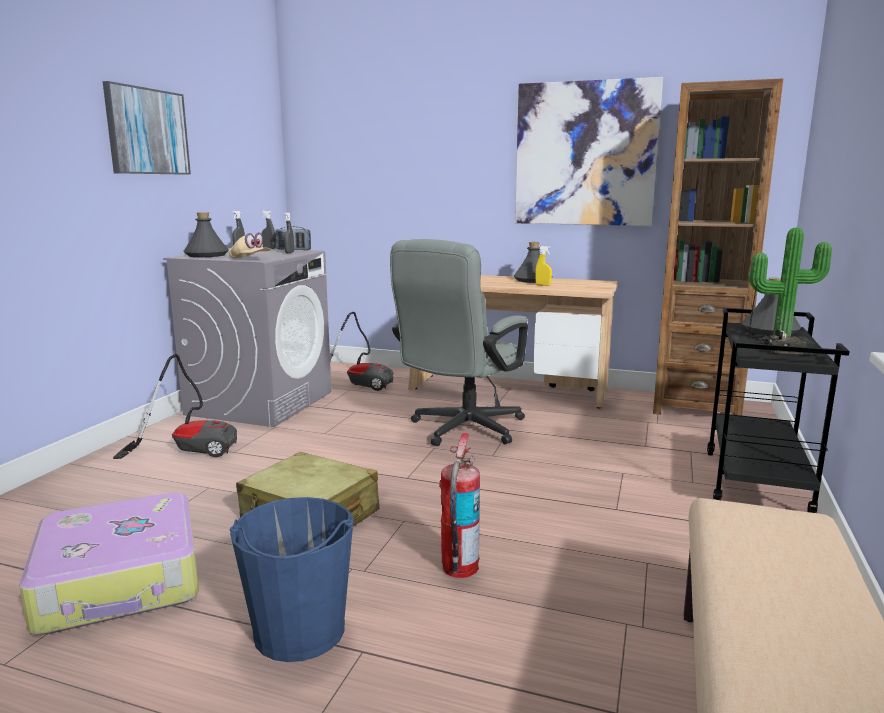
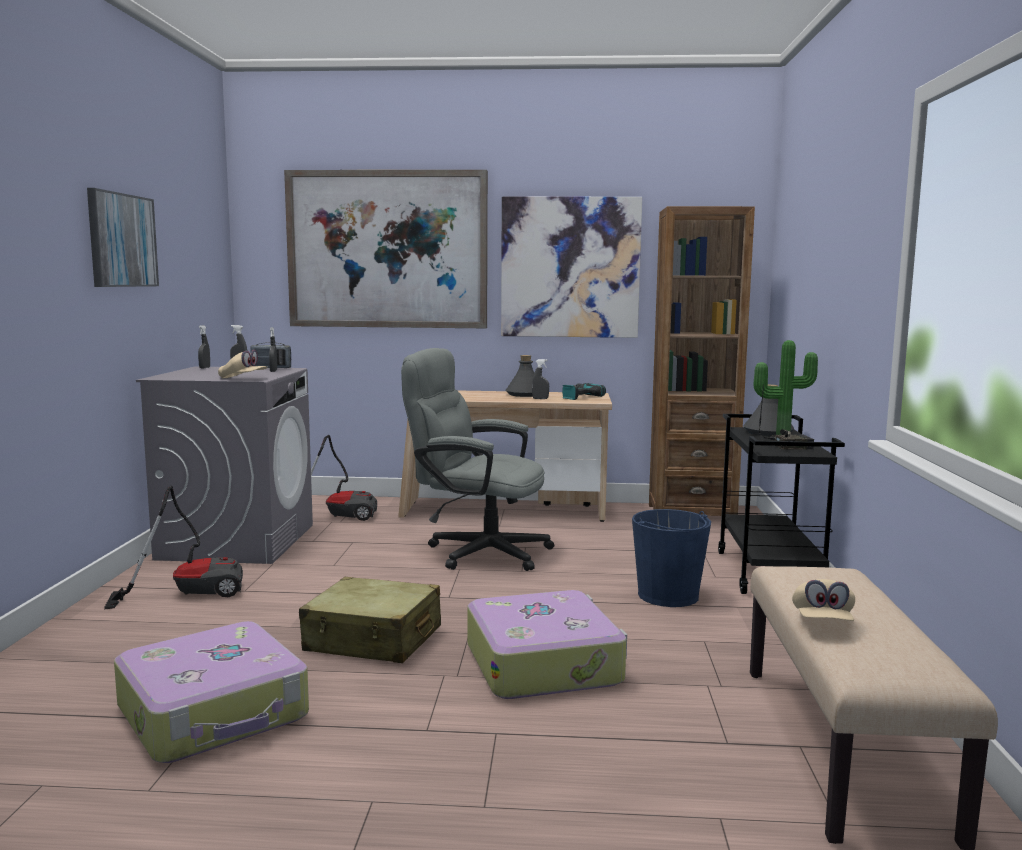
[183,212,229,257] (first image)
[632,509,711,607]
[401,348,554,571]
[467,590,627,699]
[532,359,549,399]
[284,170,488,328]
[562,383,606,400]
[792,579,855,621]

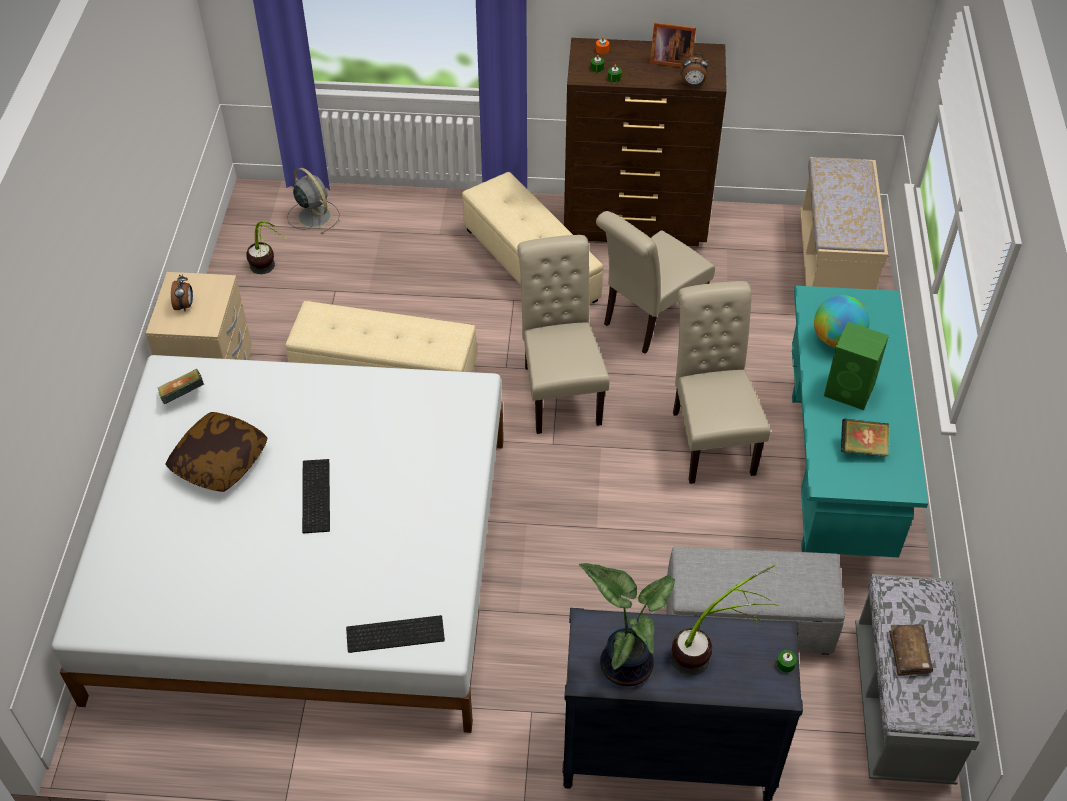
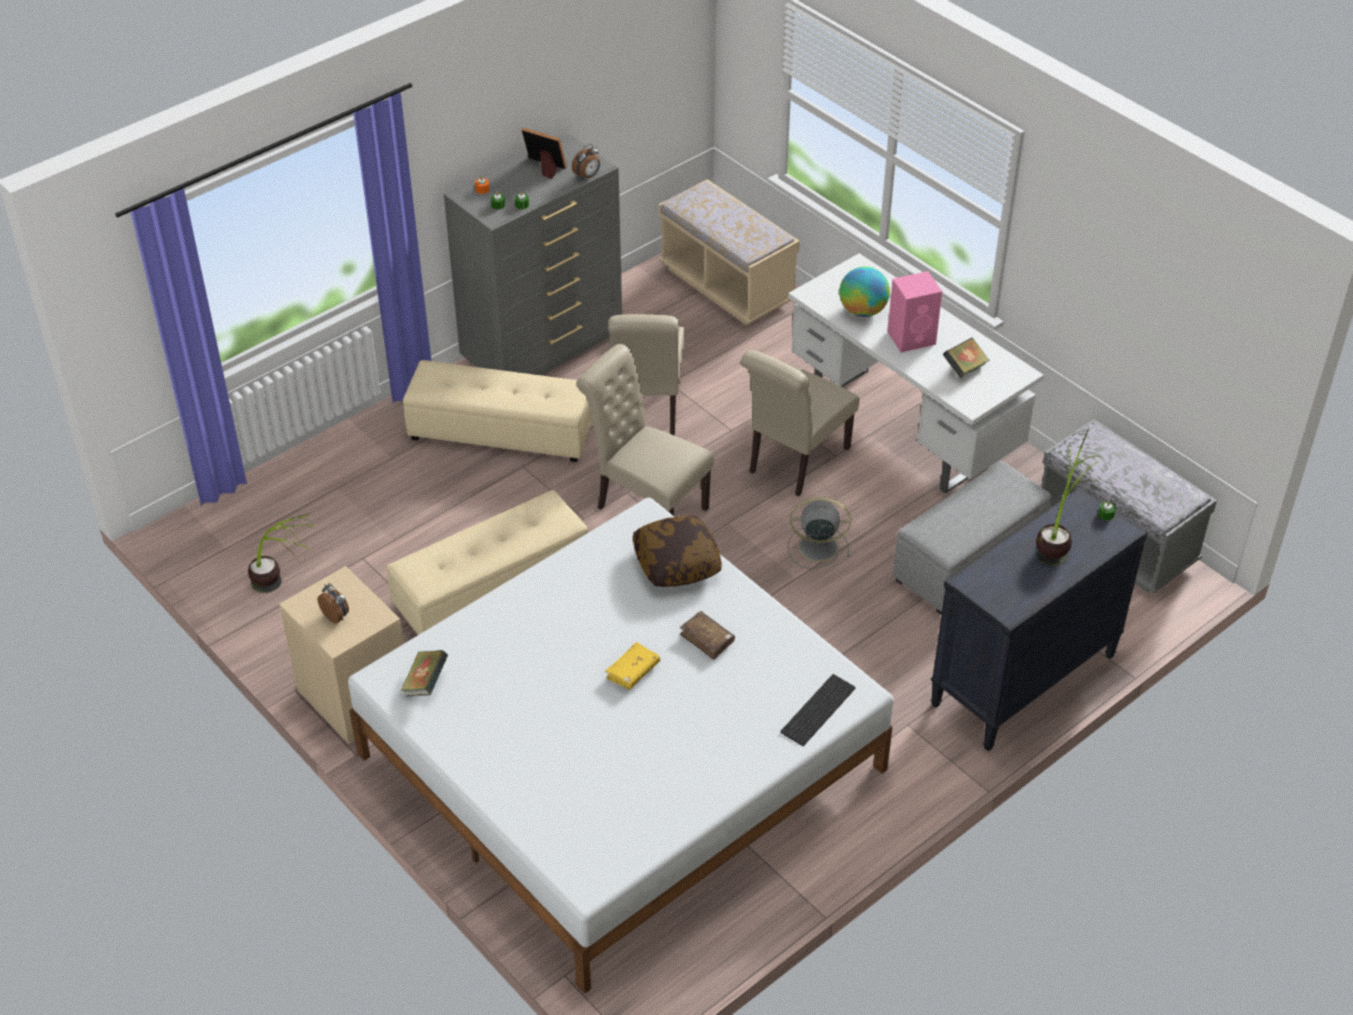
[633,516,722,587]
[788,497,851,569]
[605,642,660,690]
[444,134,622,375]
[579,563,675,686] (first image)
[522,128,567,179]
[741,350,860,497]
[788,253,1044,494]
[887,271,942,353]
[680,611,735,660]

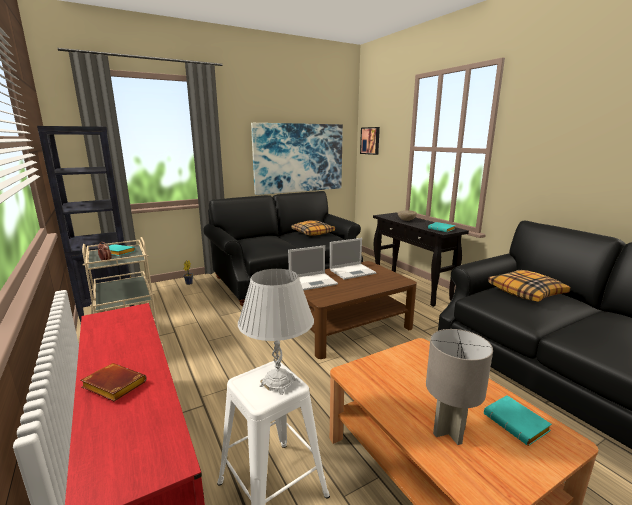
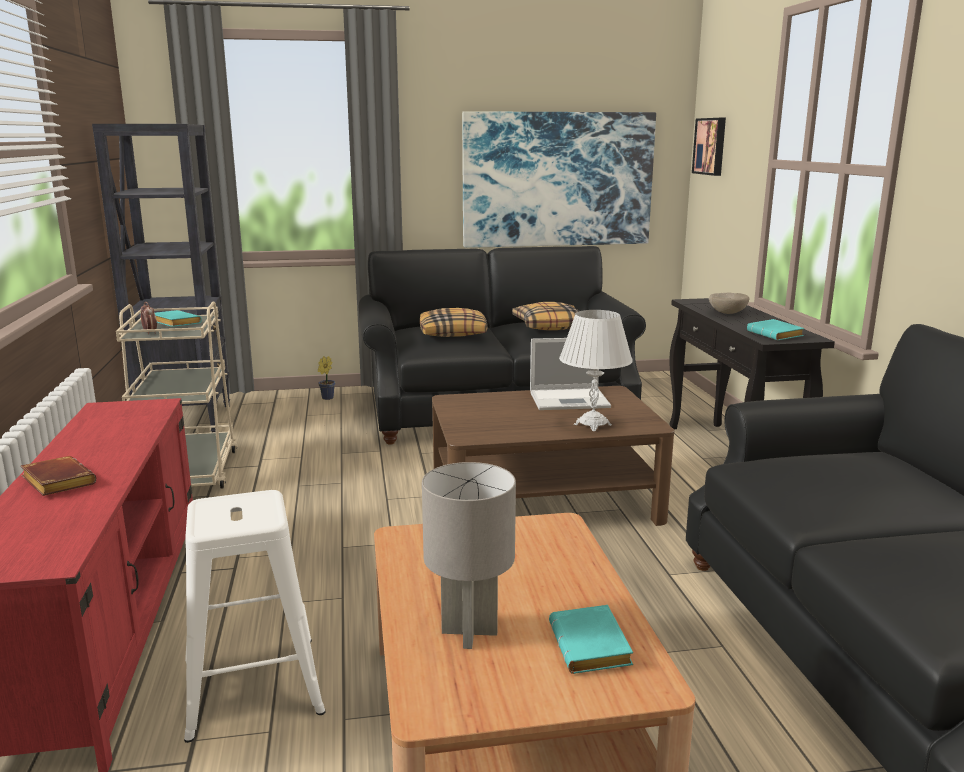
[559,310,633,431]
[288,245,338,291] (first image)
[420,308,487,337]

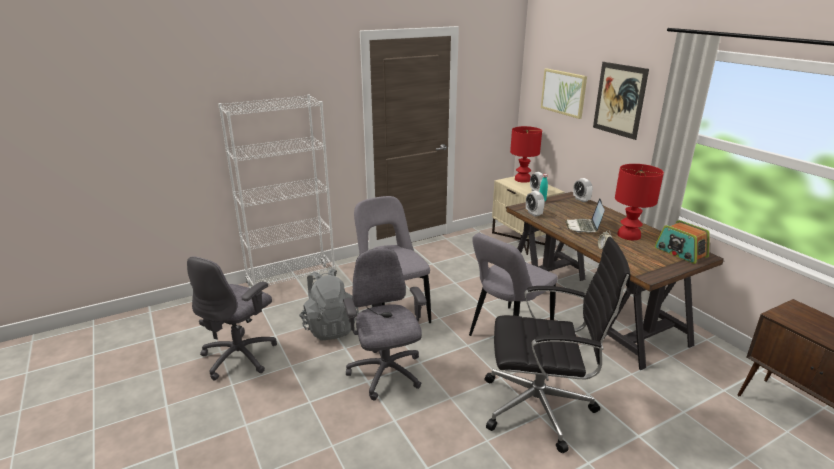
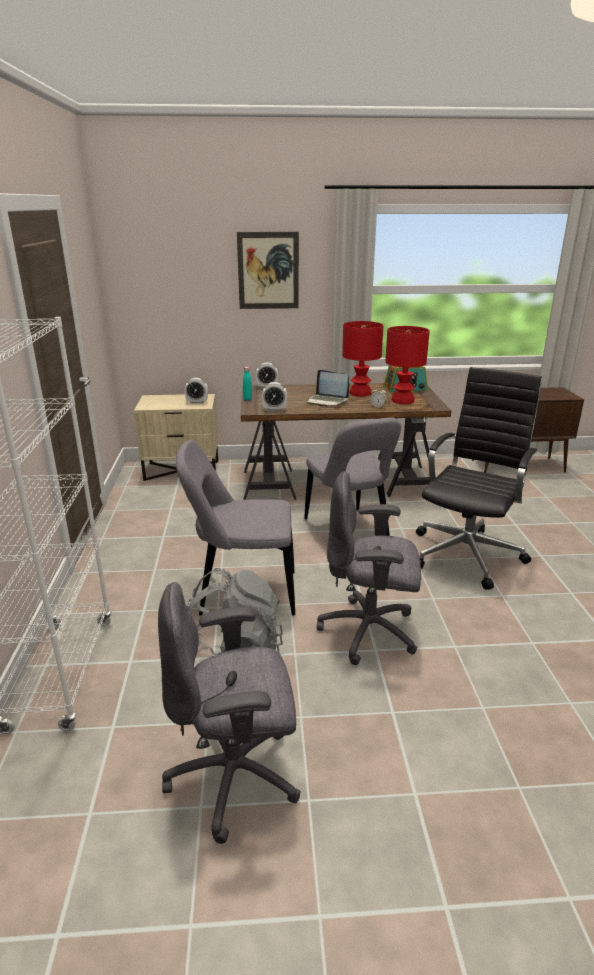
[158,582,301,844]
[385,326,430,404]
[541,68,587,119] (first image)

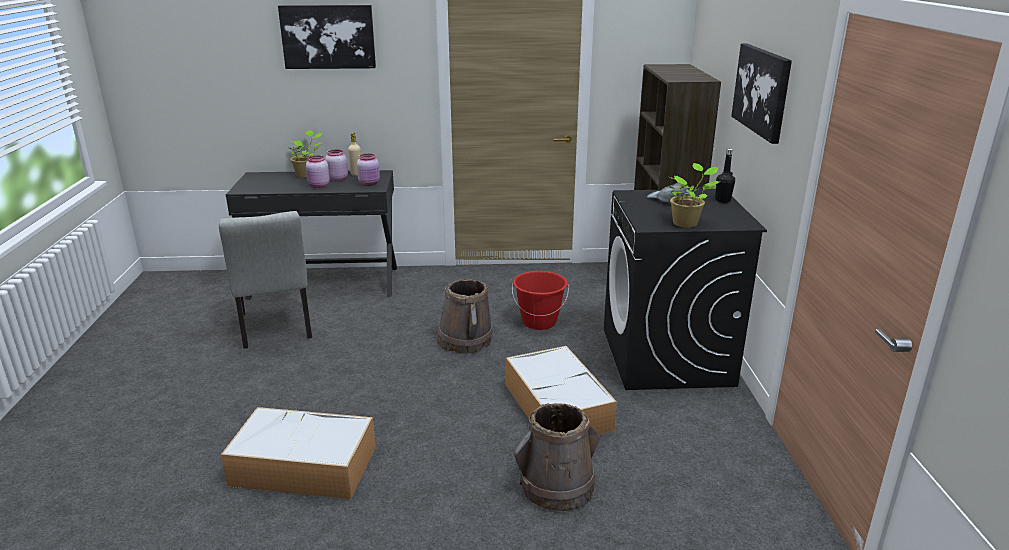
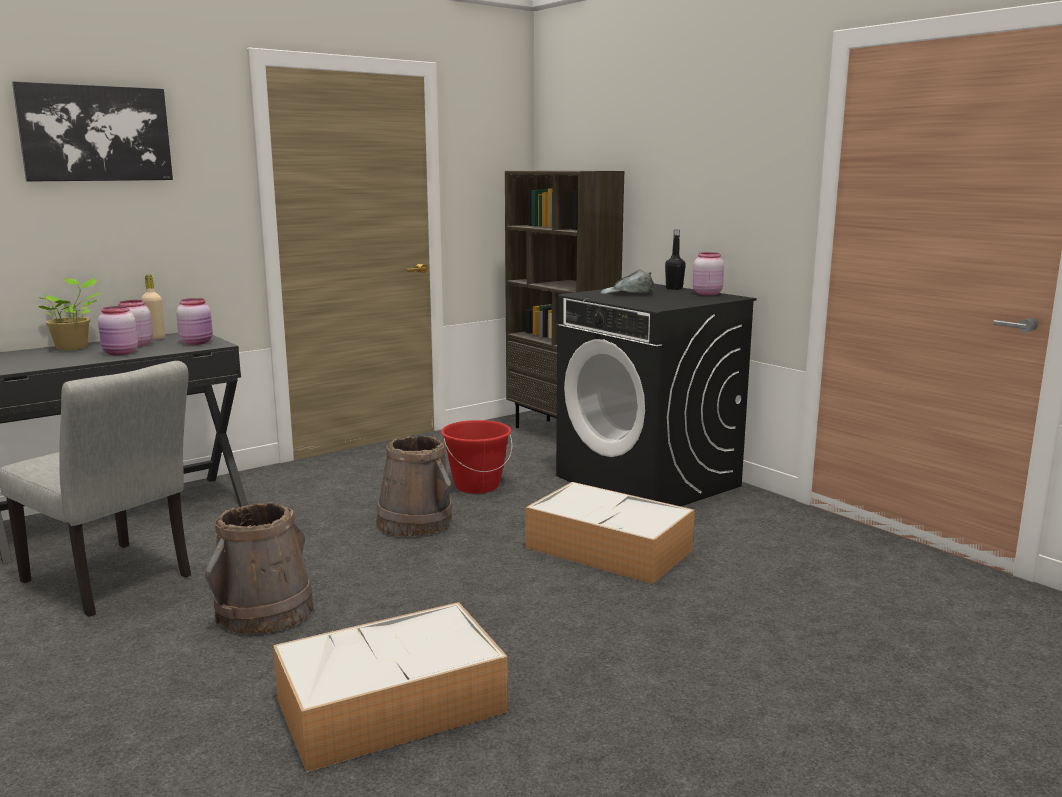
[205,502,314,634]
[668,163,720,228] (first image)
[731,43,792,144] (first image)
[693,252,724,295]

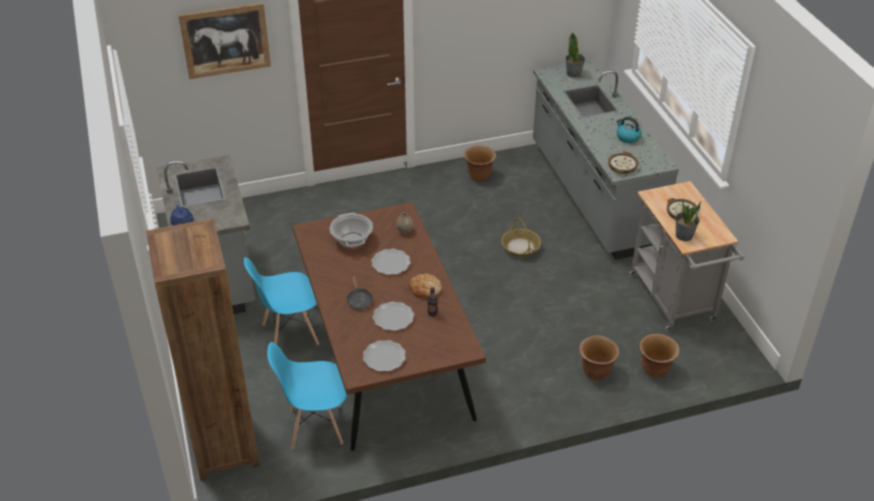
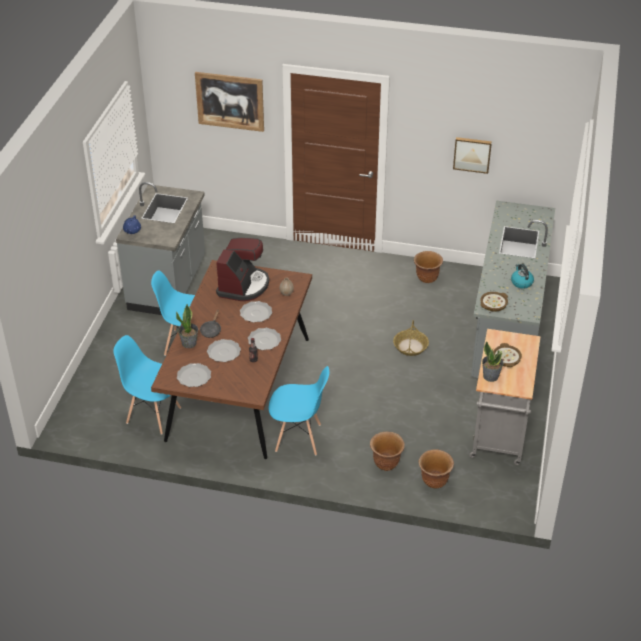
[146,218,260,481] (first image)
[216,238,269,301]
[248,328,281,350]
[176,304,198,348]
[269,366,329,455]
[453,137,492,174]

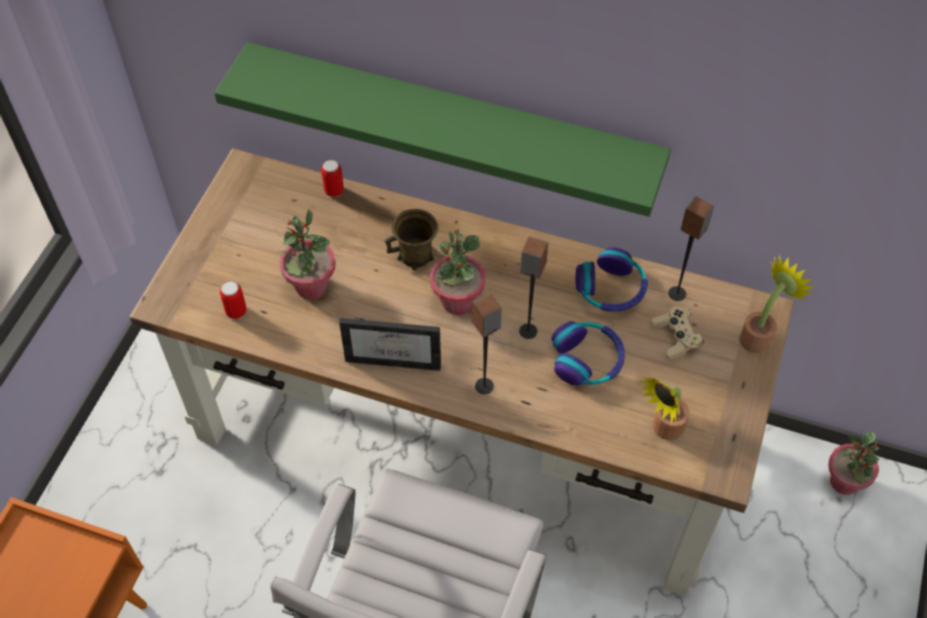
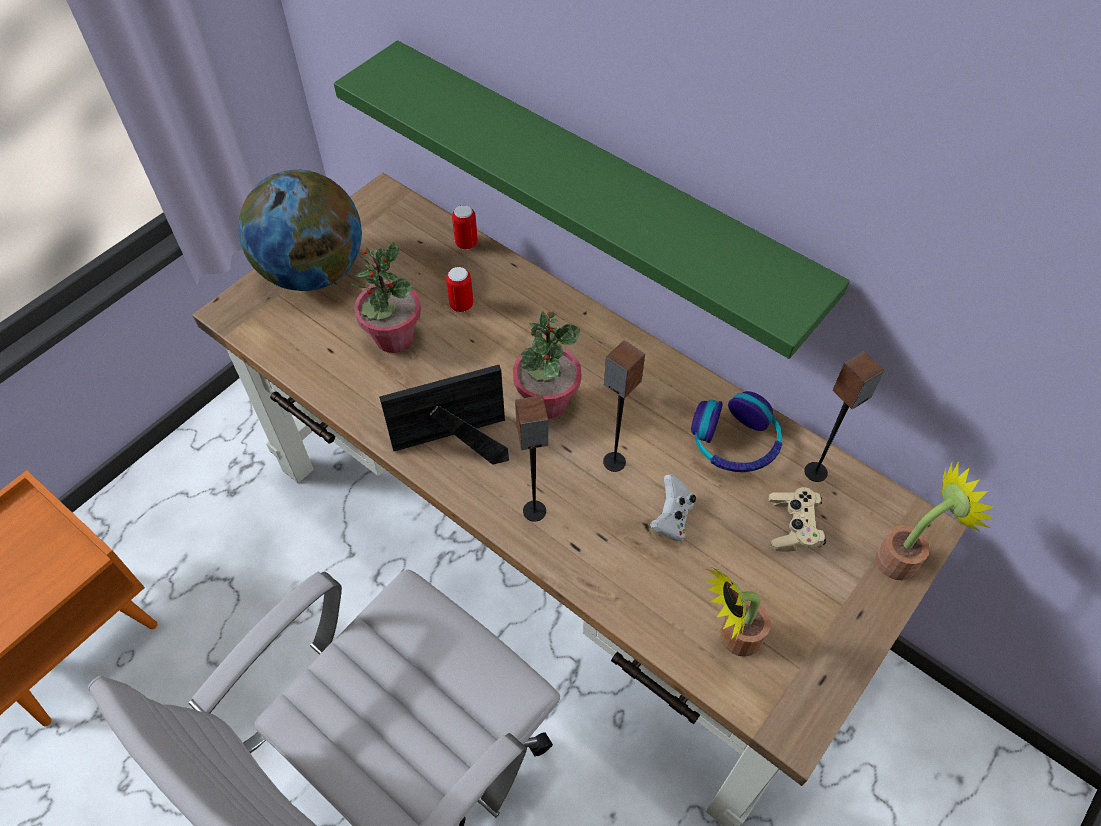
[446,267,473,312]
[379,365,509,465]
[384,209,438,271] (first image)
[650,474,696,542]
[828,432,879,495] (first image)
[238,170,362,291]

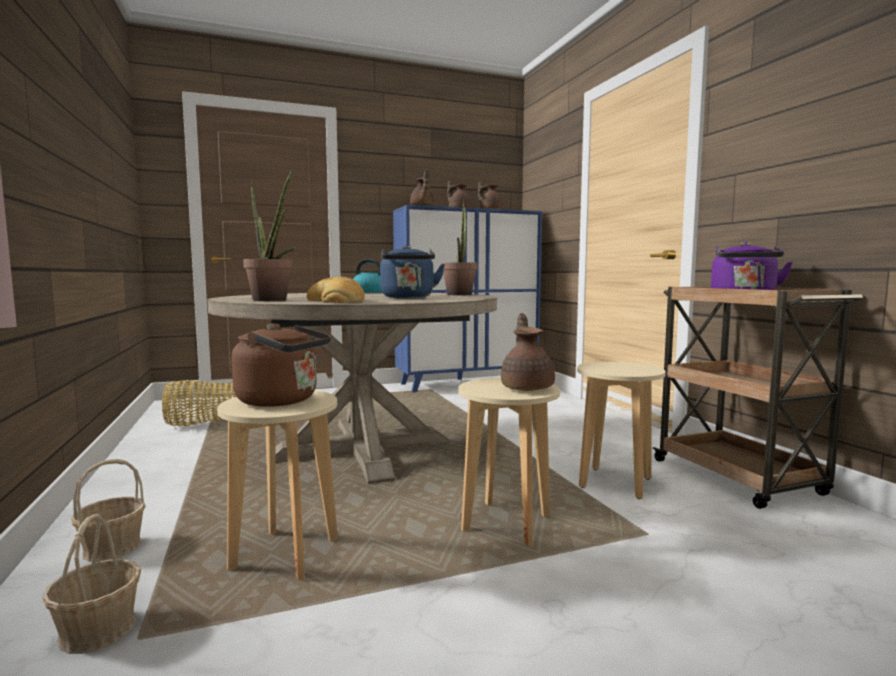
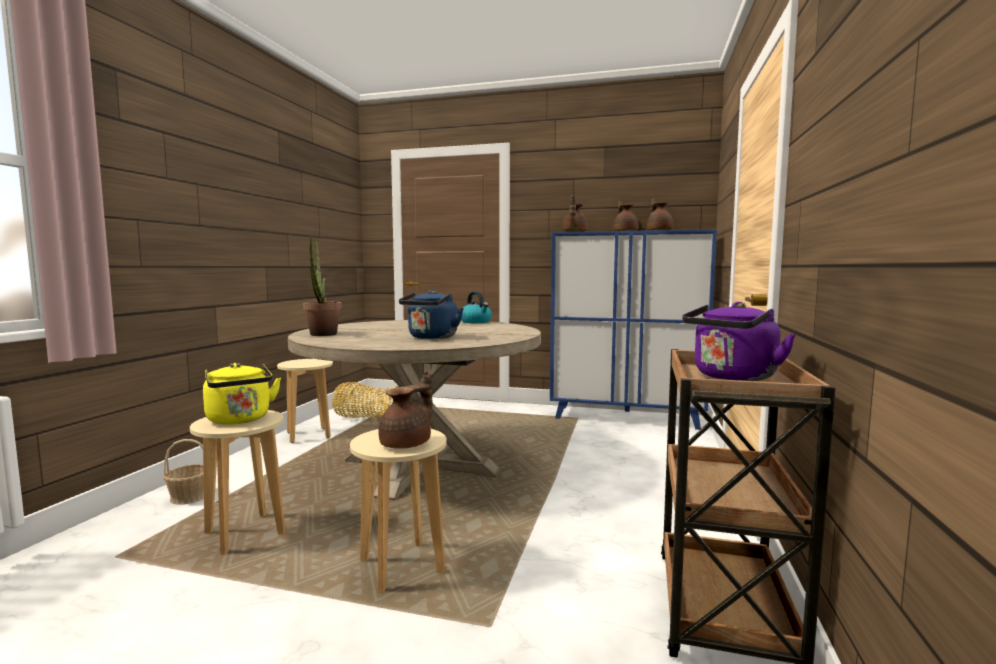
[42,514,141,654] (first image)
[203,363,281,425]
[307,277,365,303] (first image)
[442,199,478,295] (first image)
[277,359,333,443]

